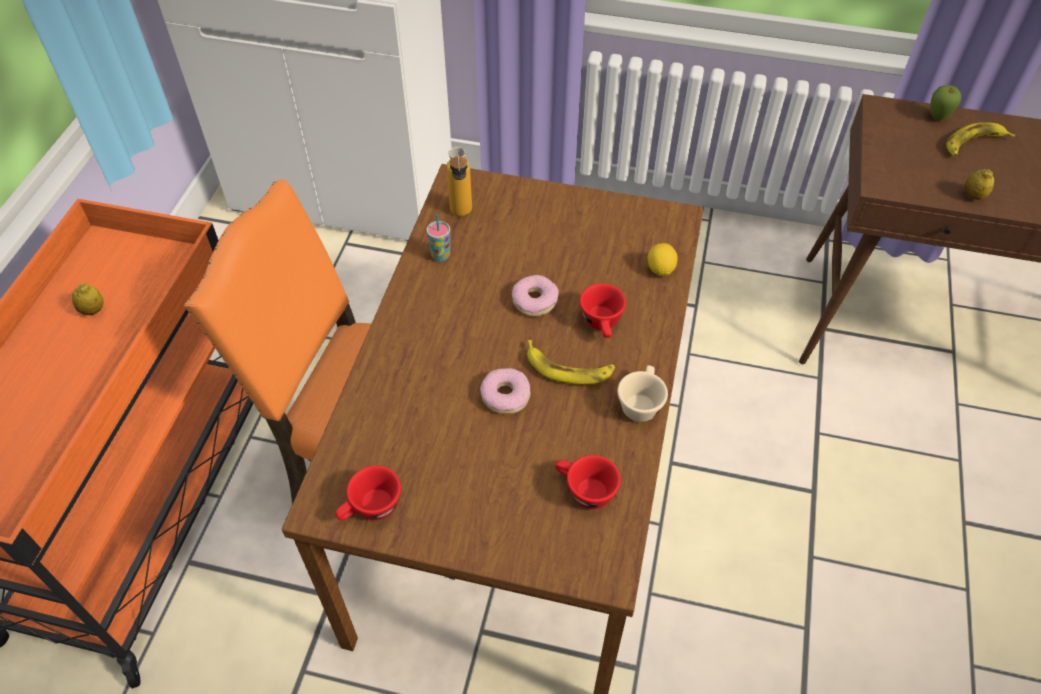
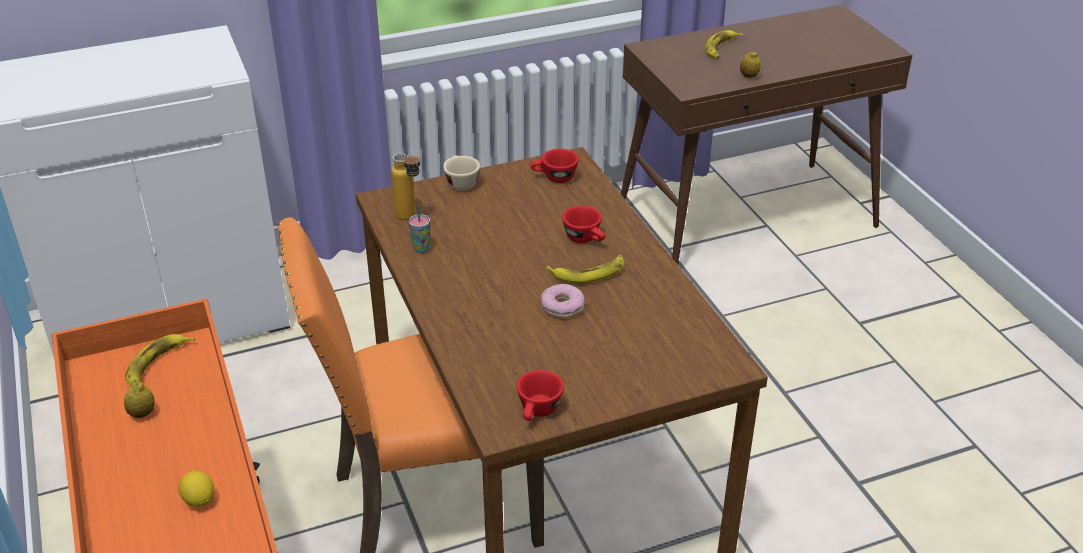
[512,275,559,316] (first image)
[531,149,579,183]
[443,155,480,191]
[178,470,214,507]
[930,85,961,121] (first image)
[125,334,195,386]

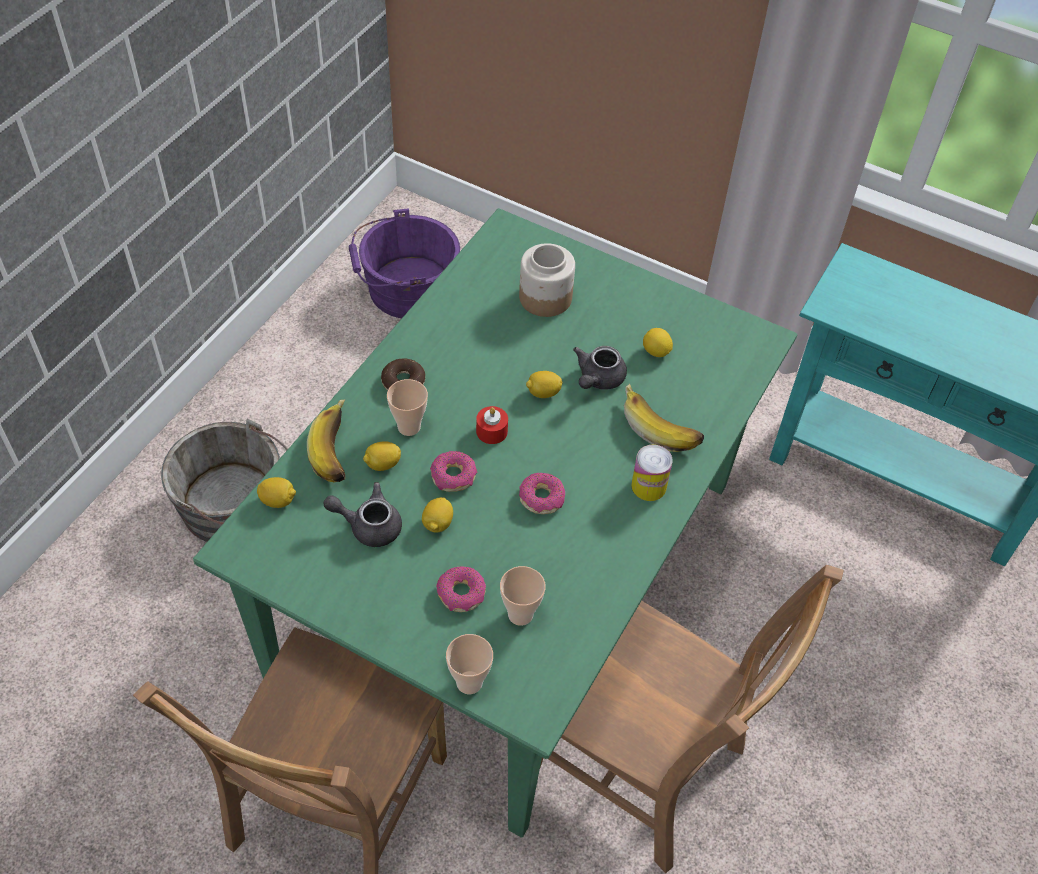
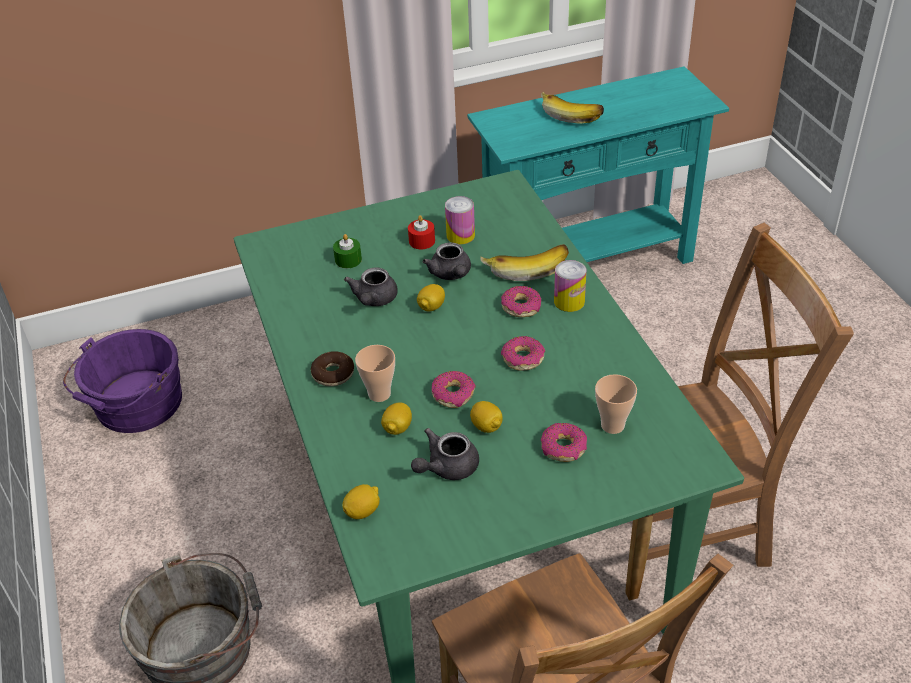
[541,92,604,124]
[446,634,493,694] (first image)
[408,215,435,249]
[333,234,362,268]
[445,196,475,245]
[344,268,398,306]
[501,286,541,317]

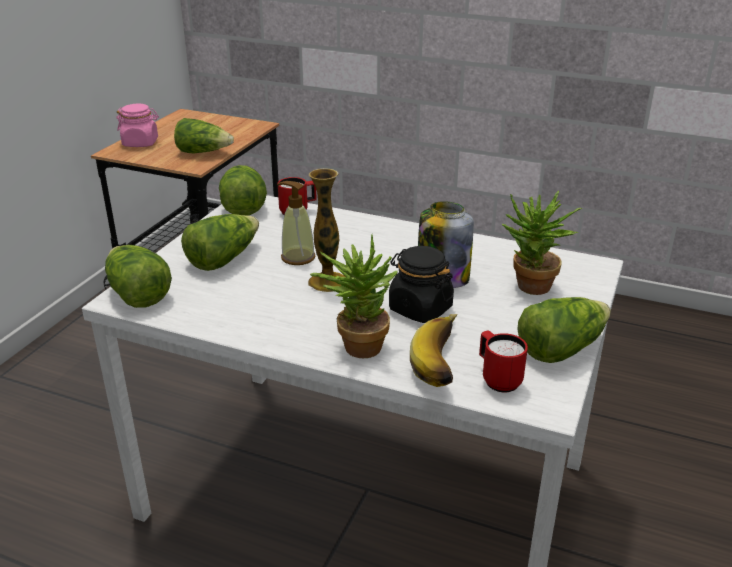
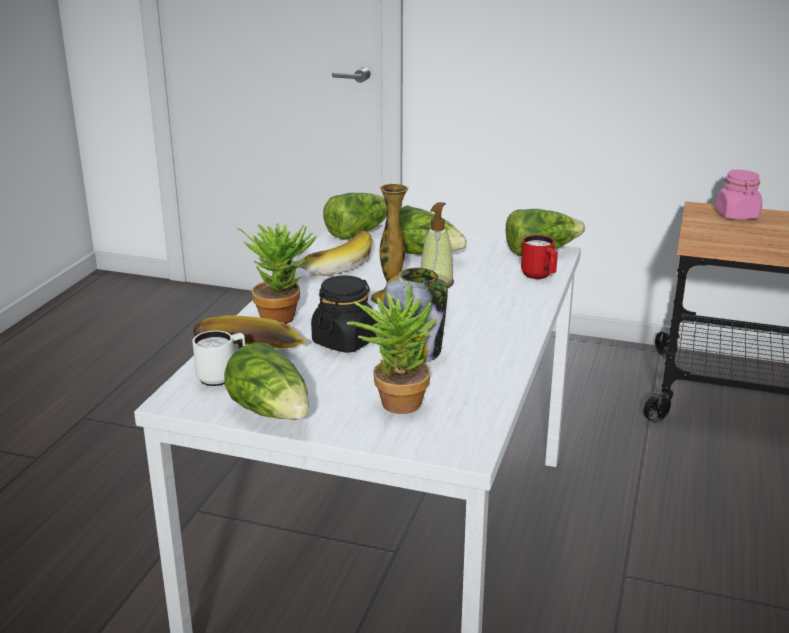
[174,118,234,153] (first image)
[192,331,245,386]
[292,231,372,276]

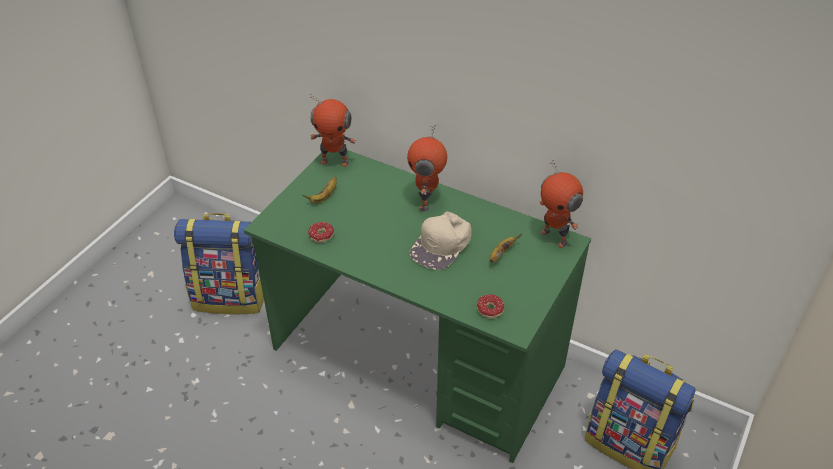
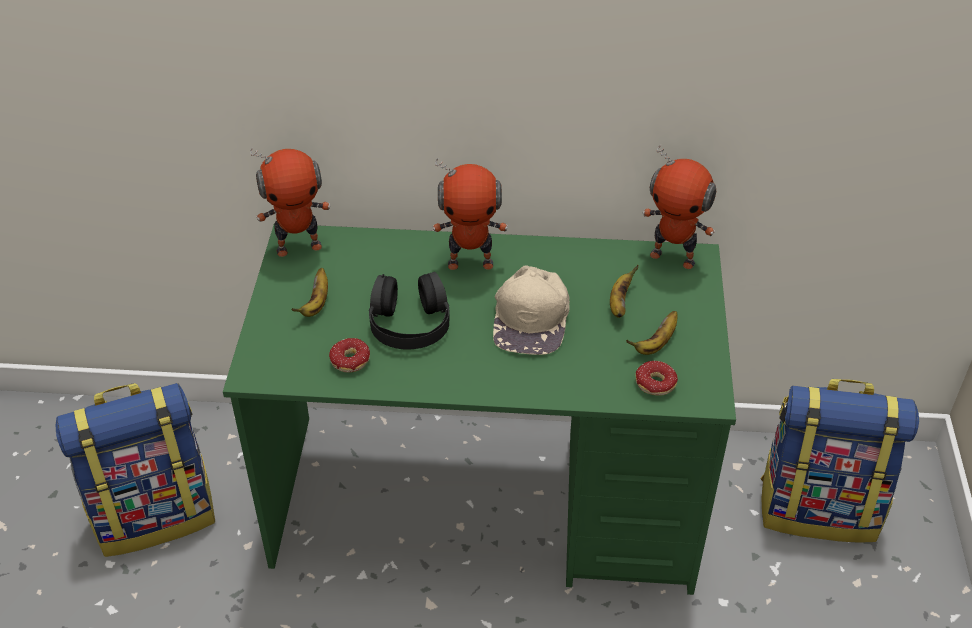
[433,158,508,270]
[369,272,449,349]
[626,311,678,355]

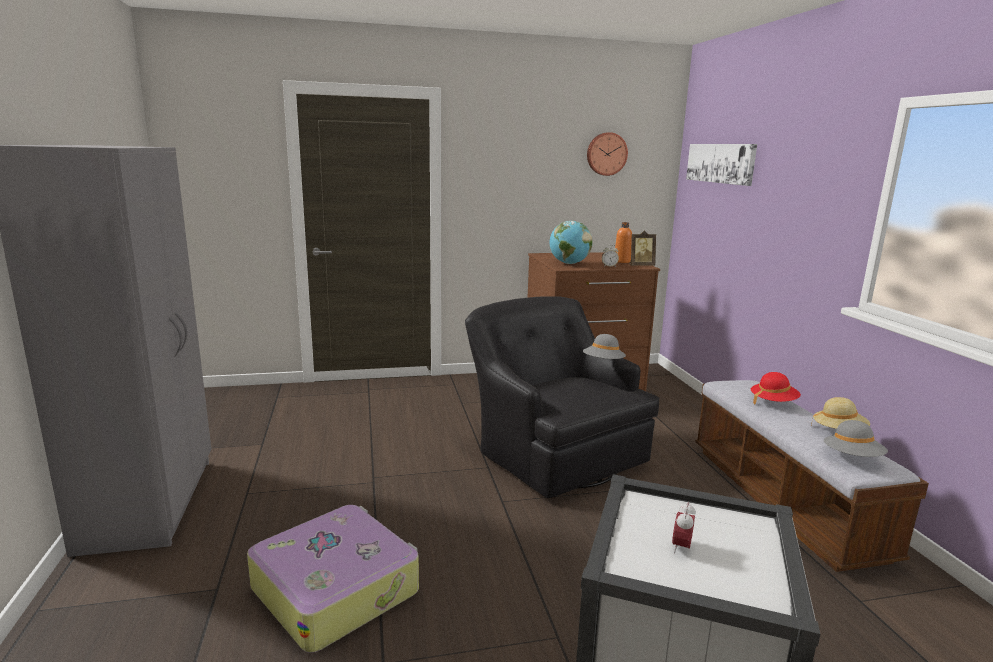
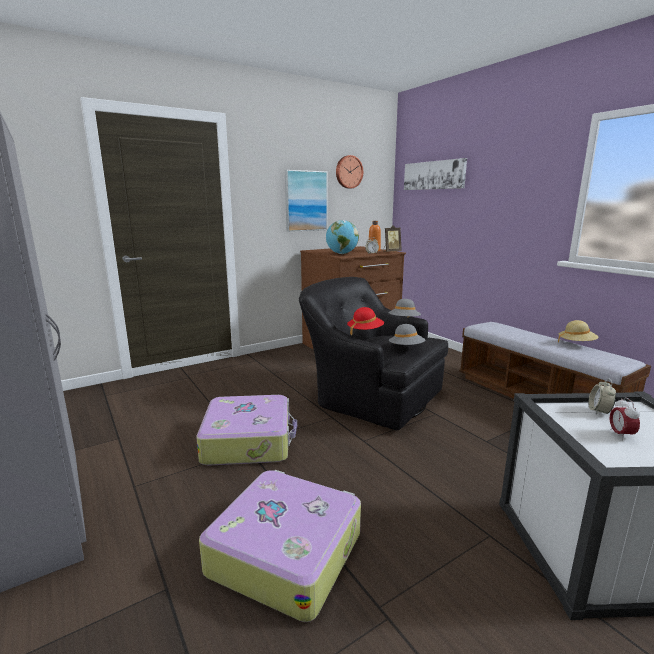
[347,307,384,335]
[389,324,426,345]
[196,395,297,465]
[285,170,328,232]
[588,378,616,415]

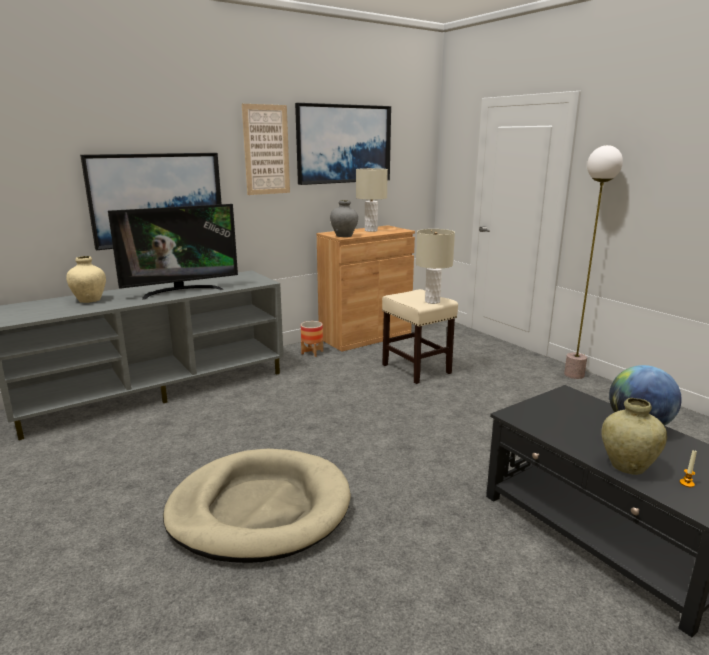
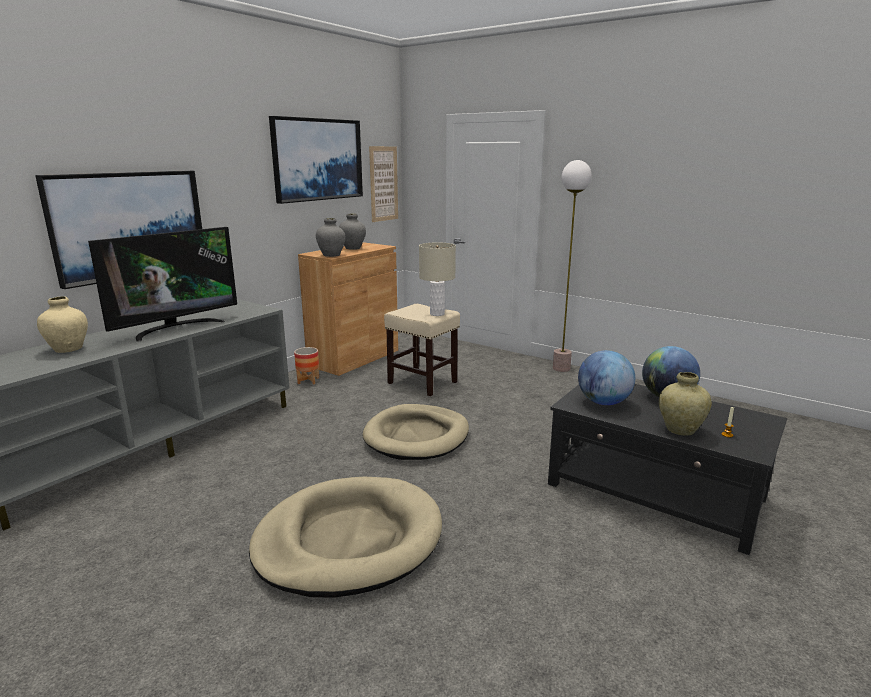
[369,146,398,222]
[339,213,366,250]
[362,404,469,460]
[578,350,635,405]

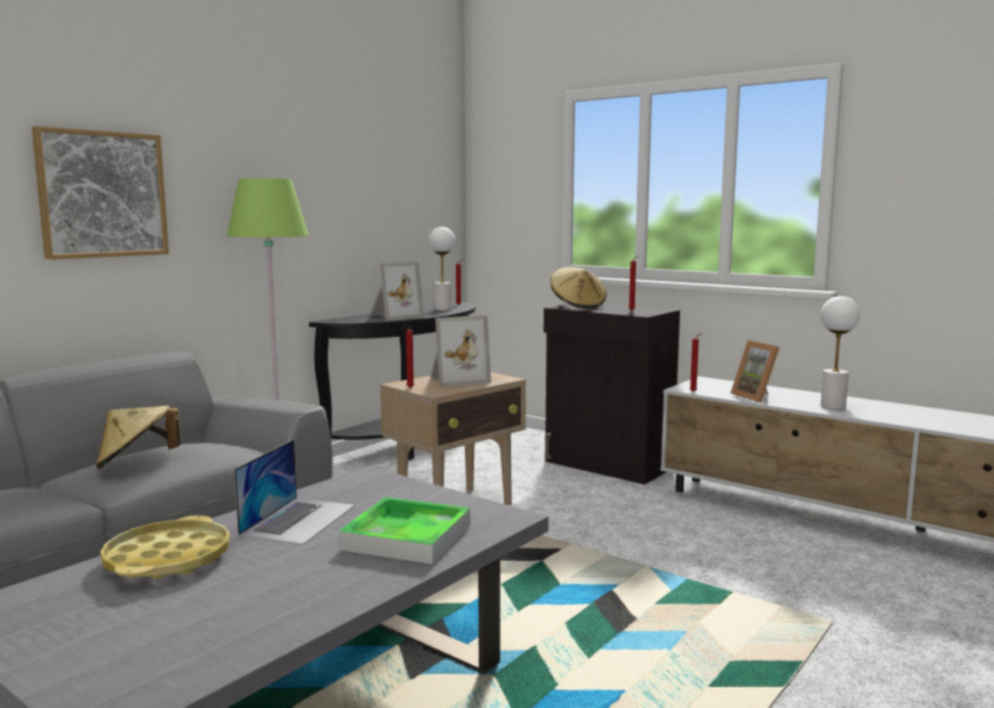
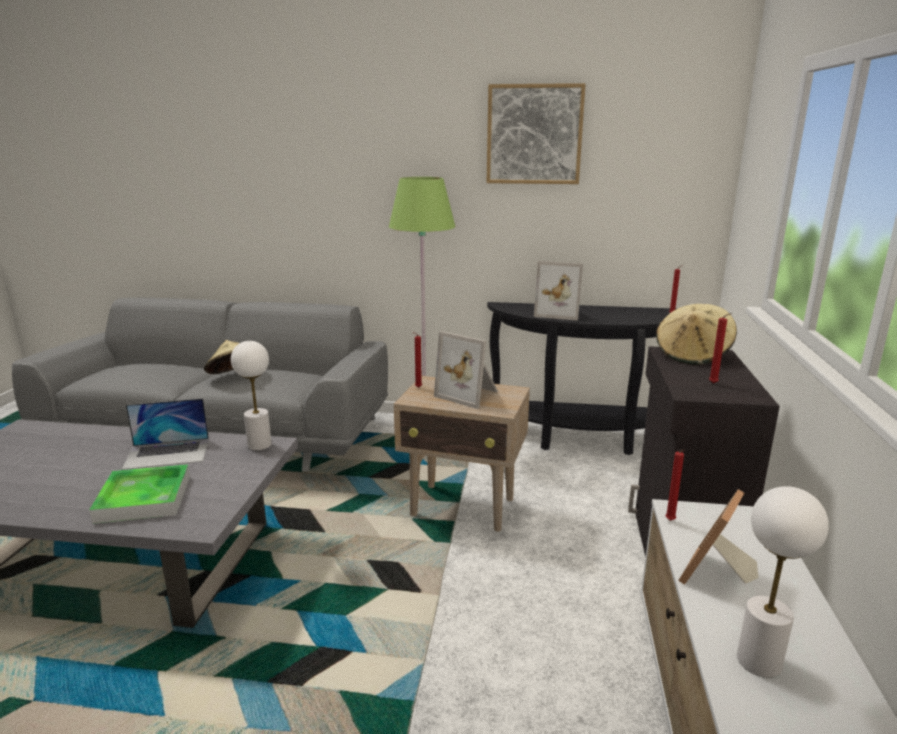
[486,83,586,184]
[100,516,230,579] (first image)
[231,341,272,451]

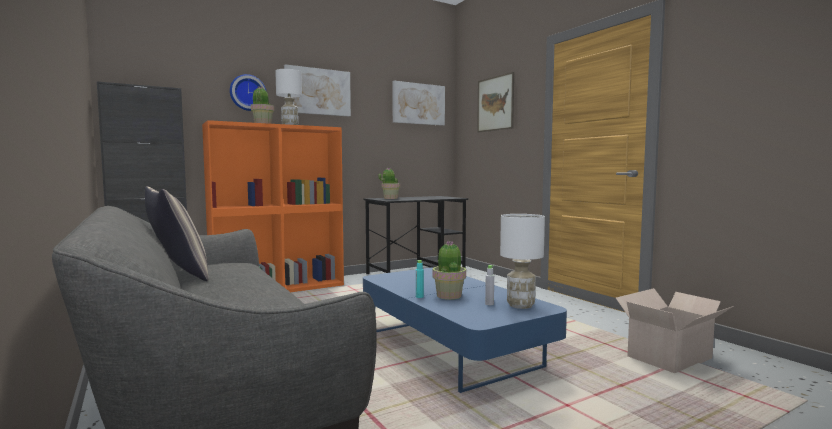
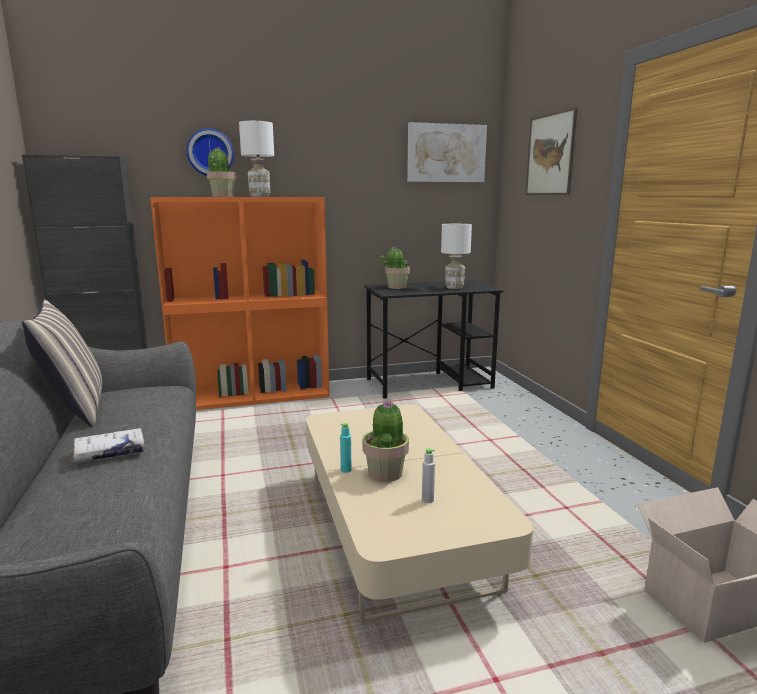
[284,64,351,116] (first image)
[306,405,533,623]
[441,224,472,289]
[73,428,145,463]

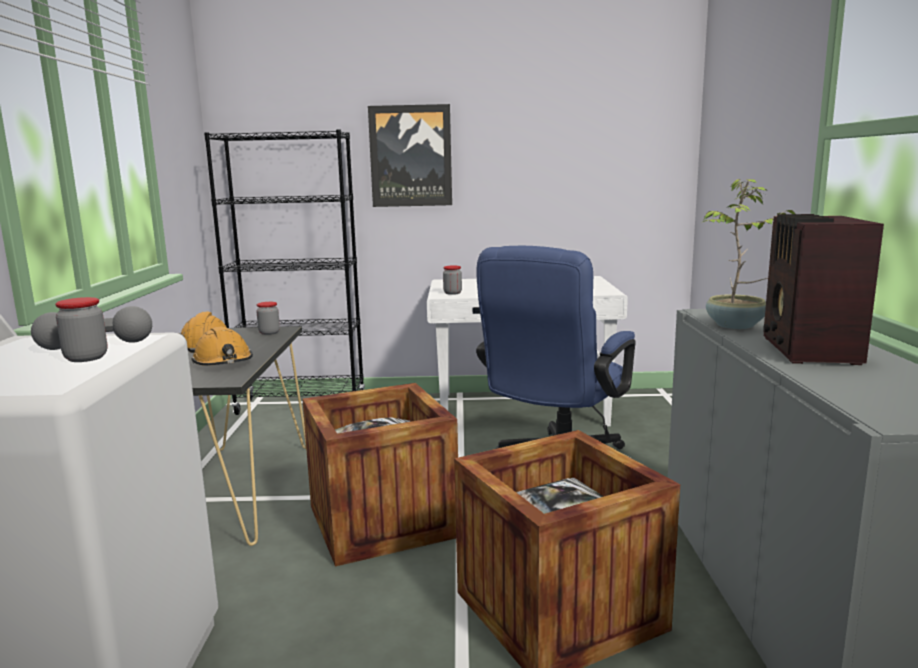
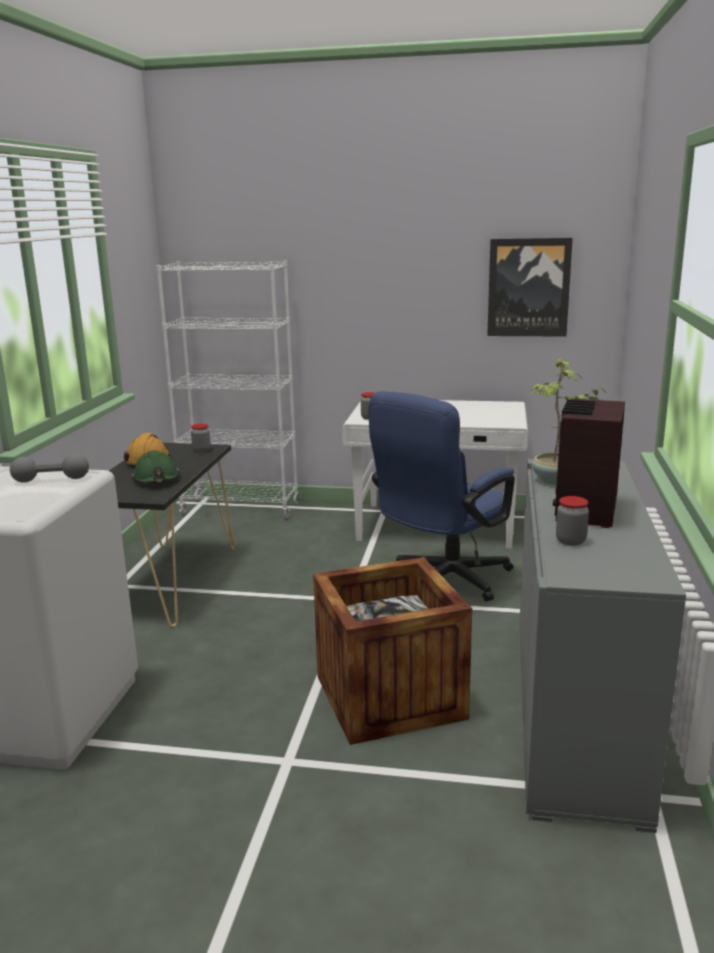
[556,496,589,546]
[131,450,180,483]
[156,260,299,519]
[302,383,458,567] (first image)
[487,238,573,337]

